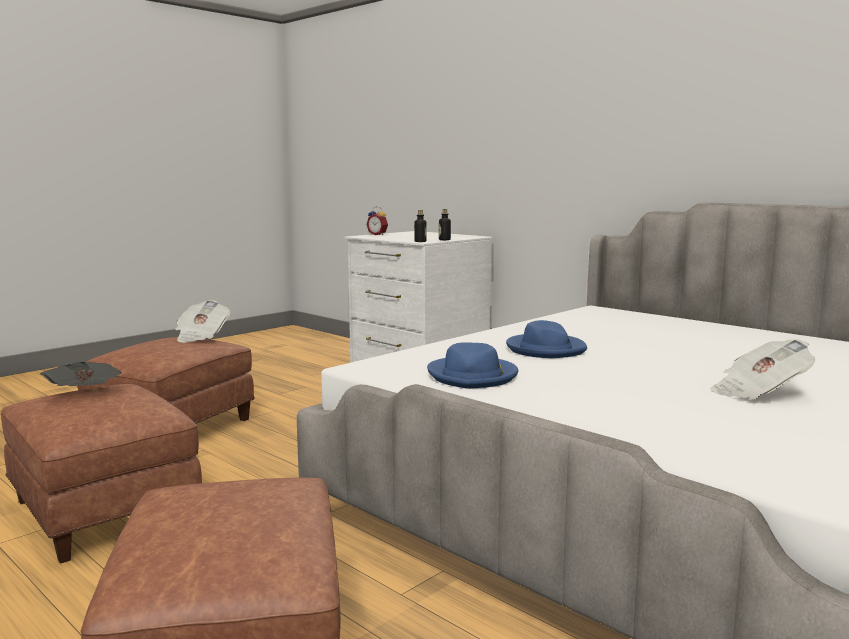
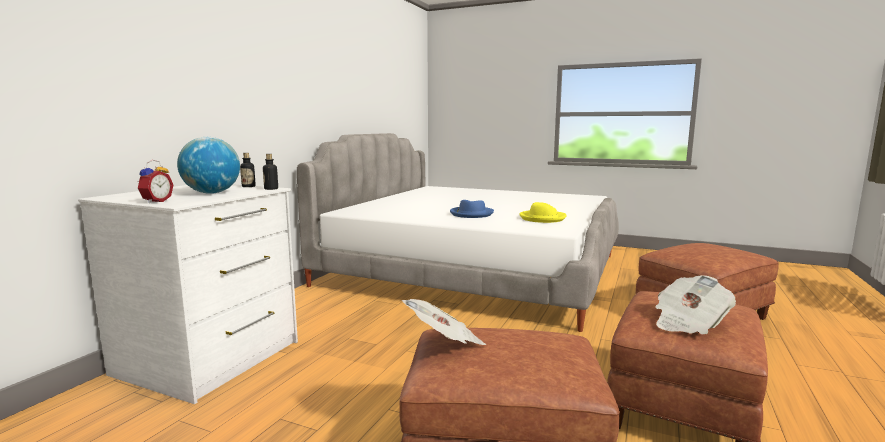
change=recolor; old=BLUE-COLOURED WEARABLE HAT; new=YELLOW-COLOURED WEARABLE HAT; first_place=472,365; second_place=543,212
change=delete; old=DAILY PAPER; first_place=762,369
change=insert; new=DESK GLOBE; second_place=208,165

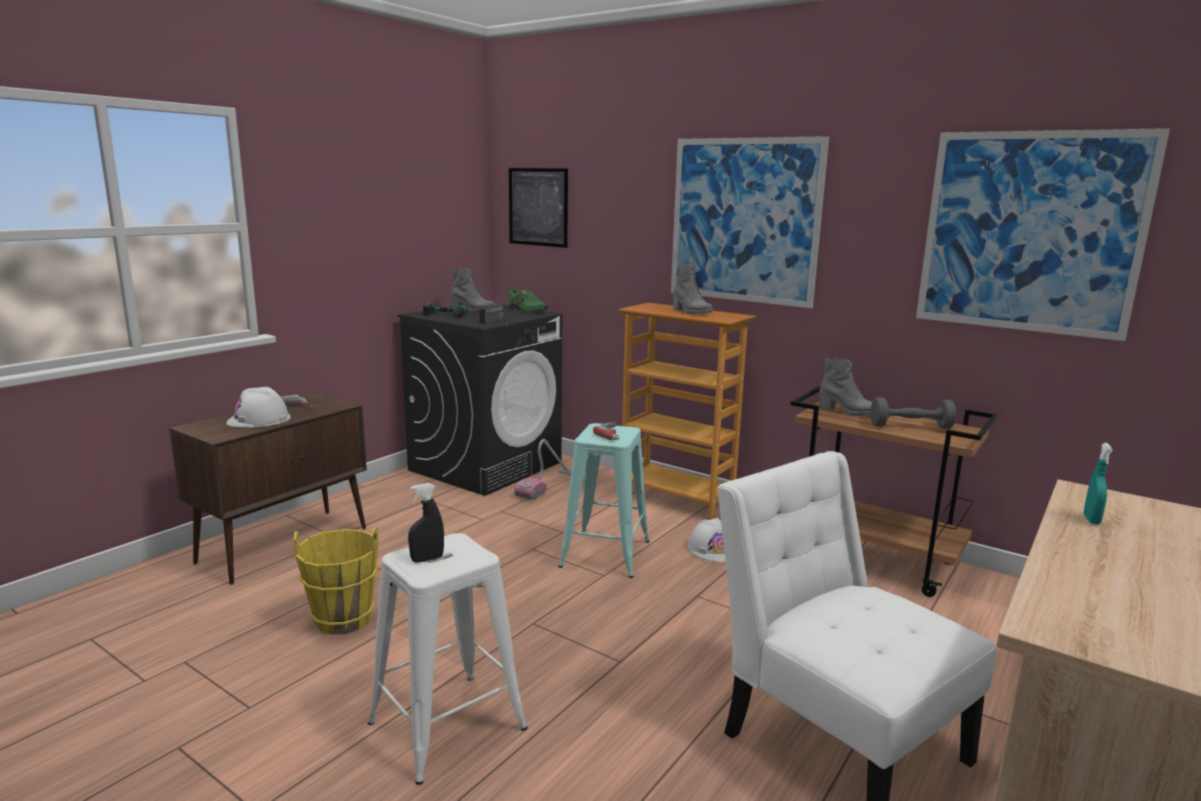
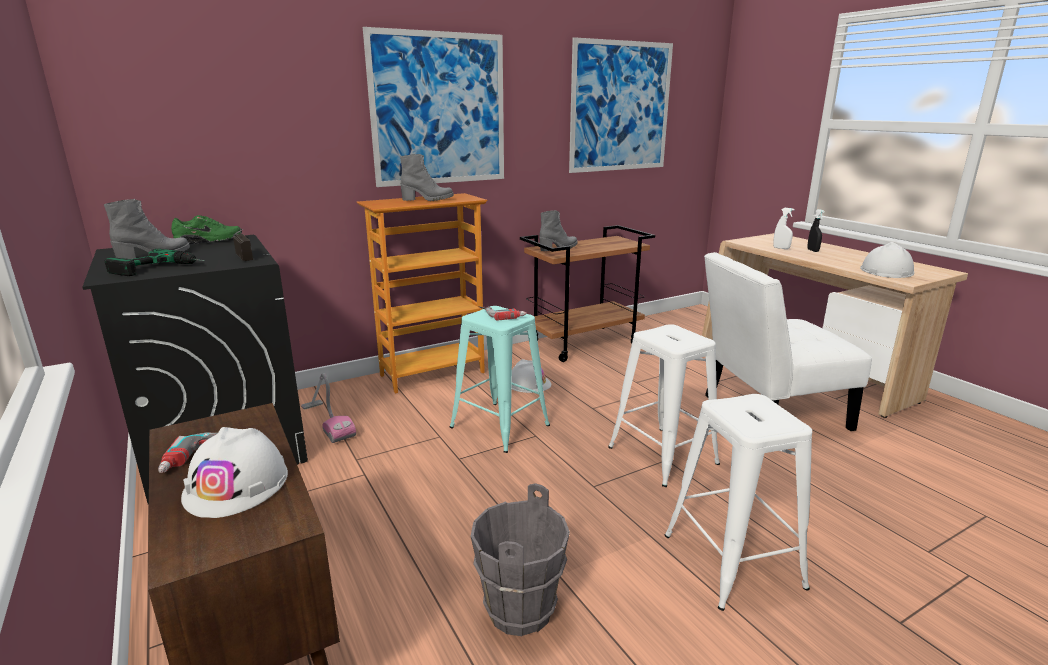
change=recolor; old=YELLOW-COLOURED PAIL; new=GREYISH PAIL; first_place=336,581; second_place=520,559
change=move; old=BLACK-COLOURED SPRAY BOTTLE; first_place=426,523; second_place=816,230
change=delete; old=WALL PICTURE; first_place=538,208
change=delete; old=GREYISH HAND WEIGHT; first_place=913,413
change=recolor; old=TURQUOISE-COLOURED SPRAY BOTTLE; new=WHITISH SPRAY BOTTLE; first_place=1098,484; second_place=784,228
change=insert; new=WHITISH STOOL; second_place=664,405
change=insert; new=WHITISH HARD HAT; second_place=887,260

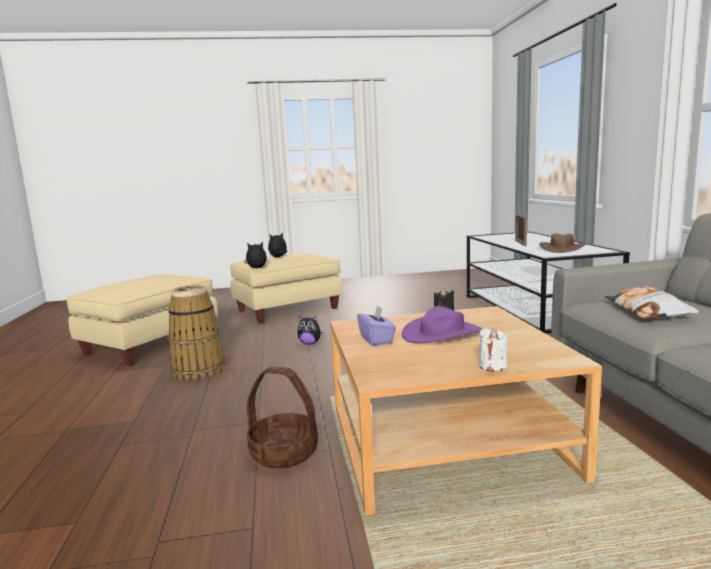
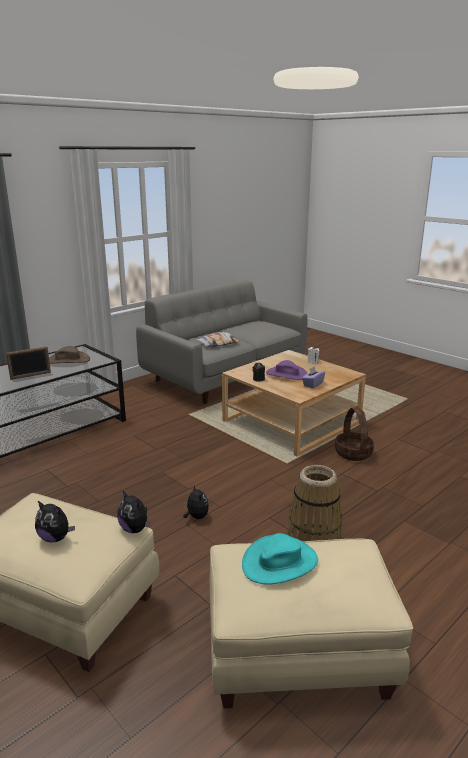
change=insert; new=TURQUOISE-COLOURED WEARABLE HAT; second_place=280,559

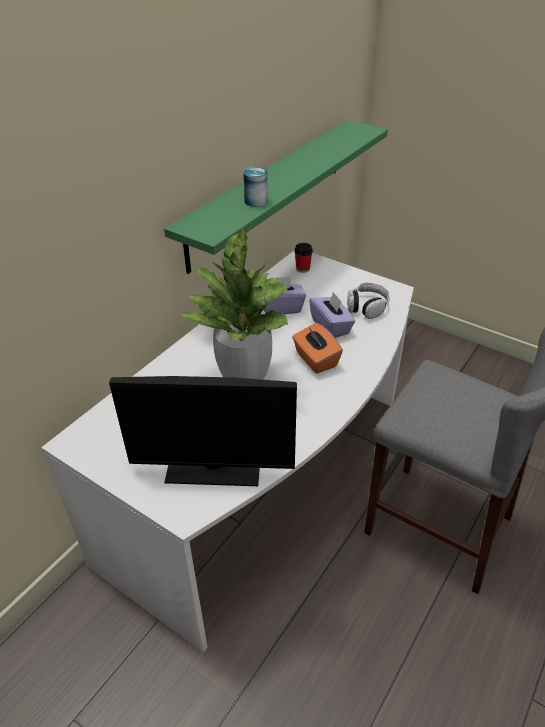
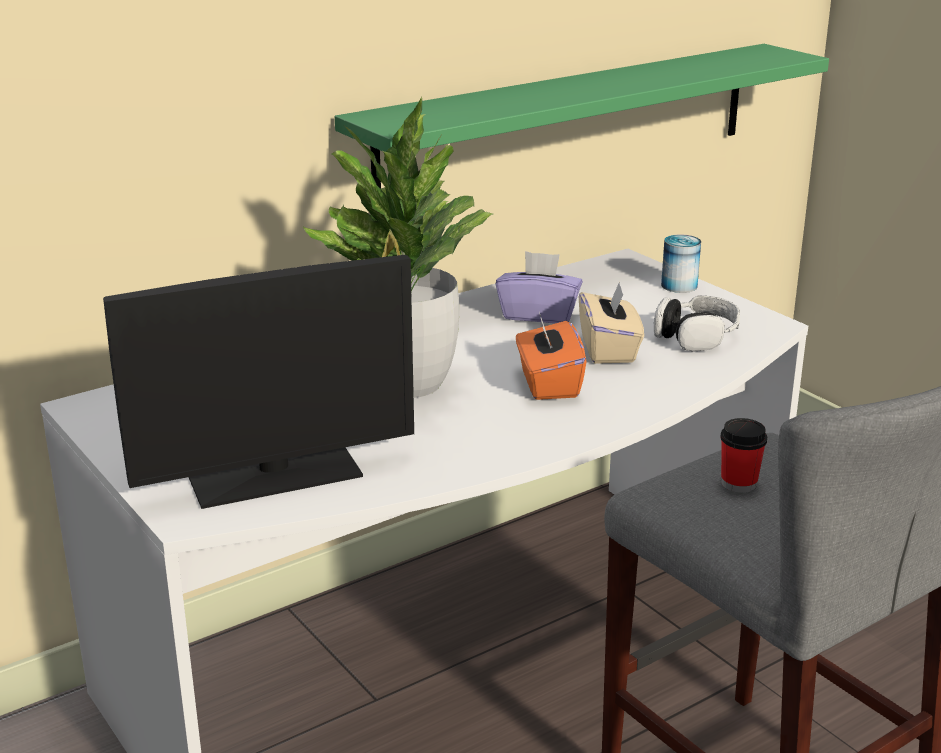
change=rotate; old=MONITOR; first_place=203,431; second_place=258,382; degrees=-45
change=move; old=SEALED CAN; first_place=255,187; second_place=681,264
change=move; old=SMALL CUP; first_place=303,258; second_place=743,455
change=recolor; old=PURPLE-COLOURED BOX OF TISSUES; new=BEIGE BOX OF TISSUES; first_place=332,314; second_place=611,322

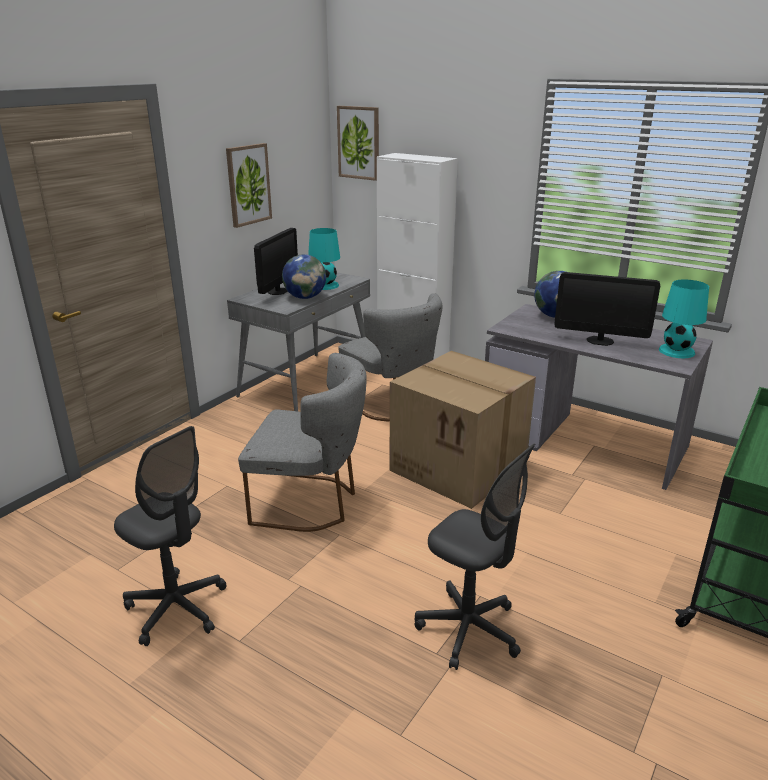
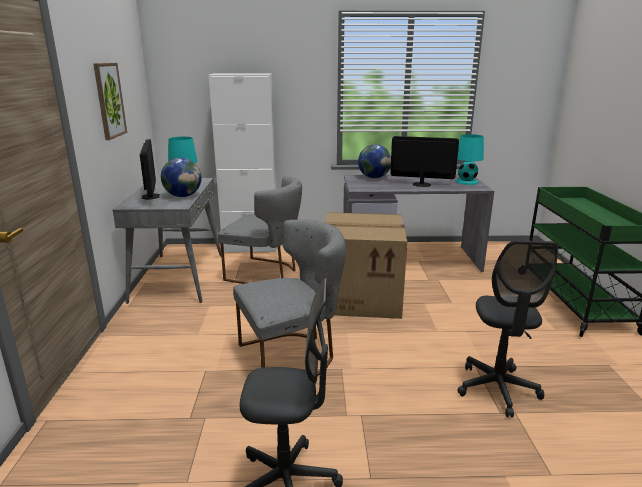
change=delete; old=WALL PICTURE; first_place=358,143
change=rotate; old=GREYISH DESK CHAIR; first_place=475,557; second_place=508,329; degrees=90
change=rotate; old=MONITOR; first_place=607,309; second_place=424,161; degrees=-150

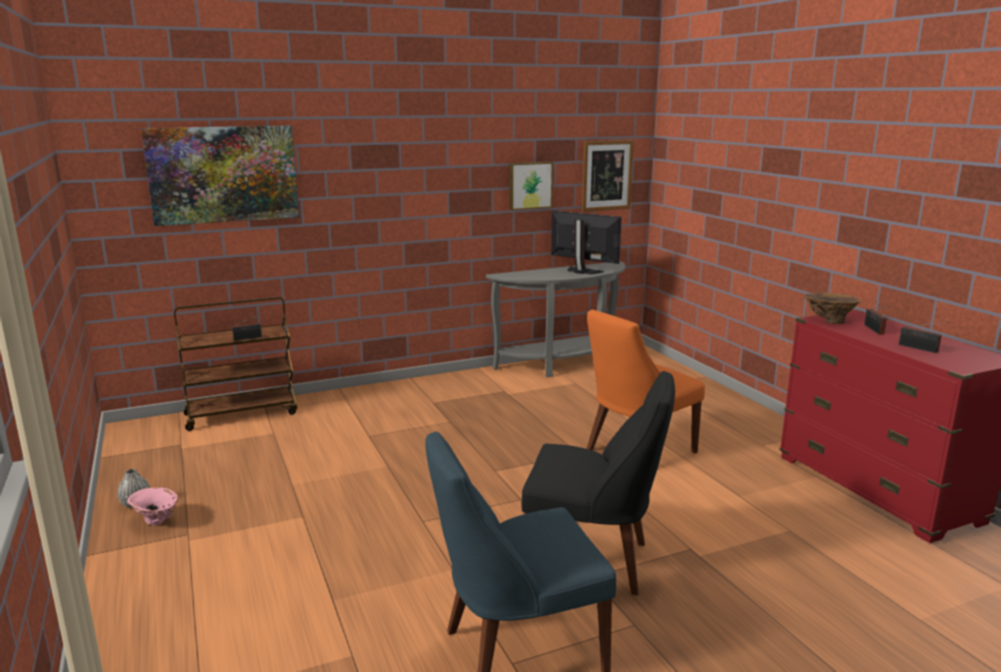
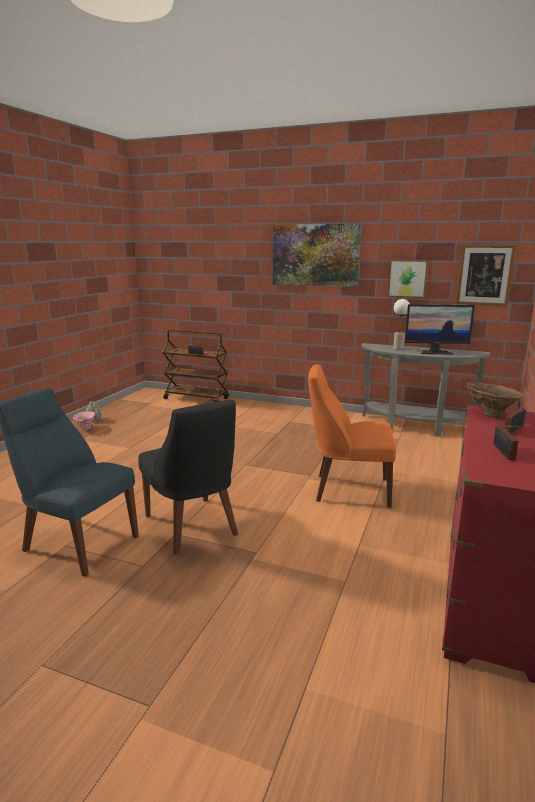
change=move; old=WALL PICTURE; first_place=220,176; second_place=317,255
change=rotate; old=MONITOR; first_place=586,242; second_place=440,329; degrees=105
change=insert; new=TABLETOP LAMP; second_place=401,324

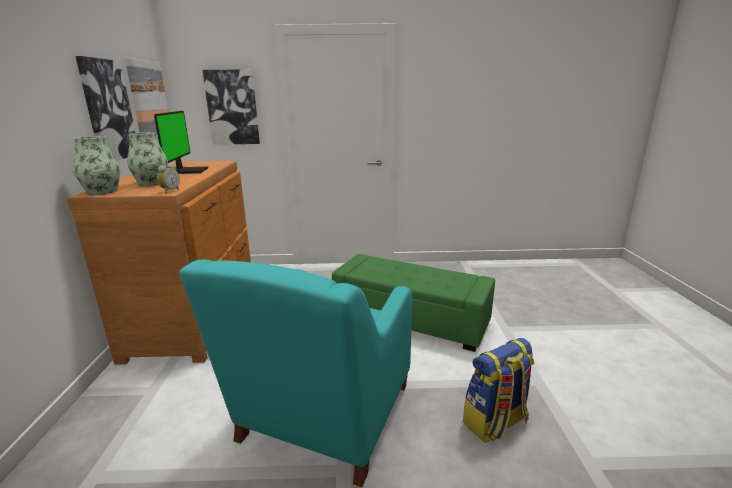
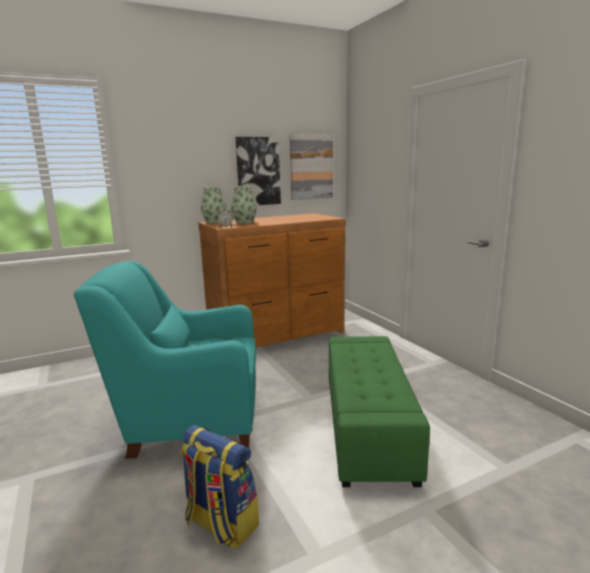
change=delete; old=MONITOR; first_place=181,142
change=delete; old=WALL PICTURE; first_place=231,107

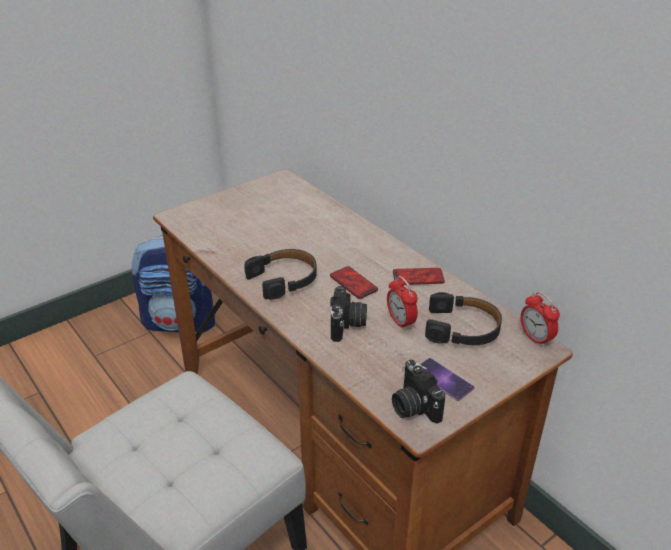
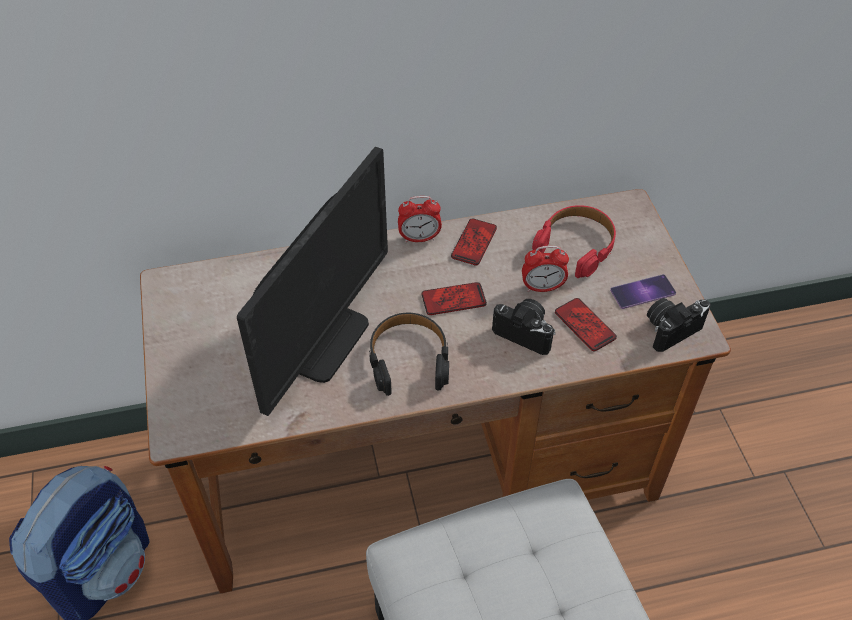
change=rotate; old=STILL CAMERA; first_place=418,391; second_place=679,325; degrees=150
change=recolor; old=BLACK-COLOURED HEADPHONES; new=RED-COLOURED HEADPHONES; first_place=463,318; second_place=574,241
change=move; old=BEDSIDE CLOCK; first_place=540,319; second_place=420,219
change=insert; new=MONITOR; second_place=312,281
change=insert; new=TELEPHONE; second_place=586,324

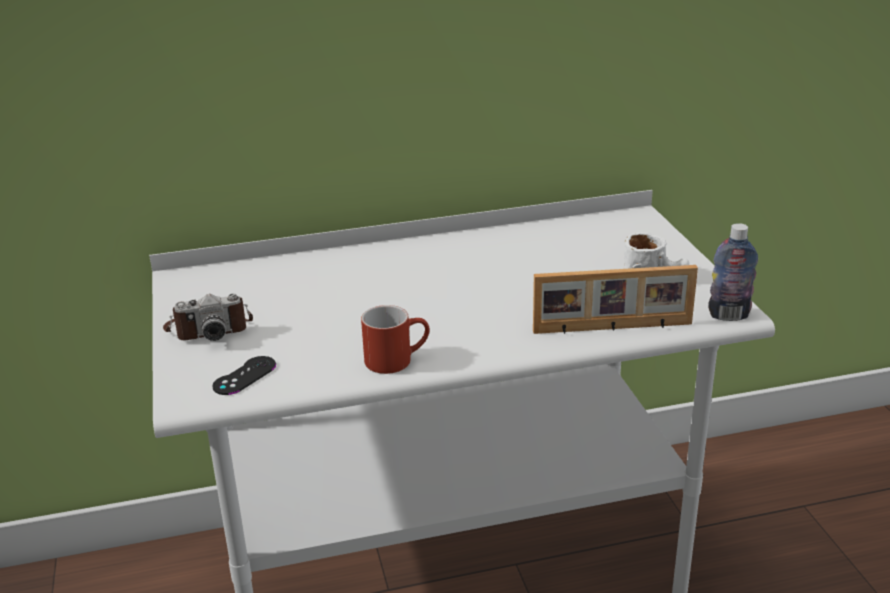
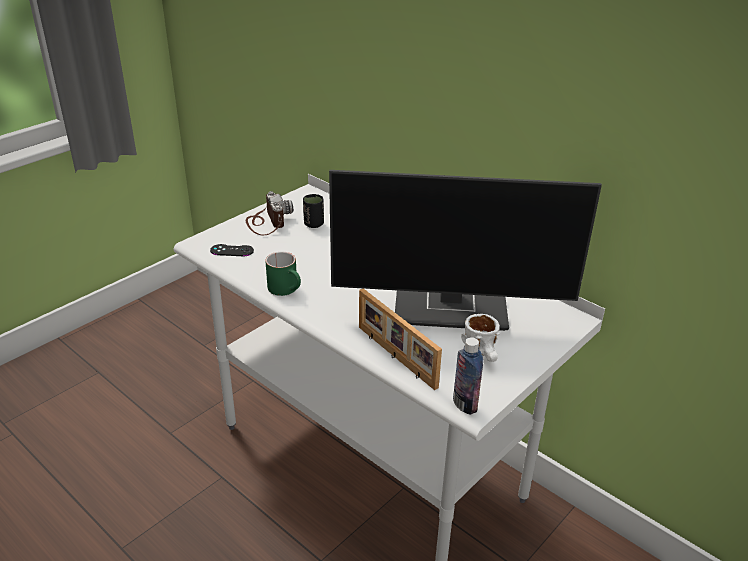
change=rotate; old=STILL CAMERA; first_place=208,317; second_place=269,213; degrees=-150
change=recolor; old=RED-COLOURED MUG; new=GREEN-COLOURED MUG; first_place=395,339; second_place=283,274
change=insert; new=BLACK-COLOURED SMALL CUP; second_place=313,211
change=insert; new=MONITOR; second_place=465,250

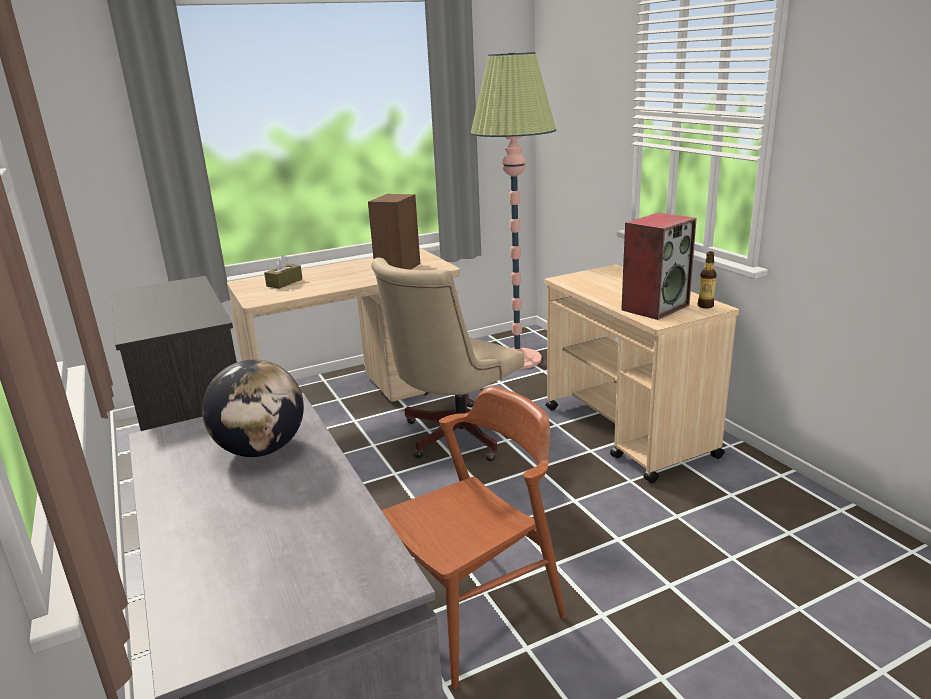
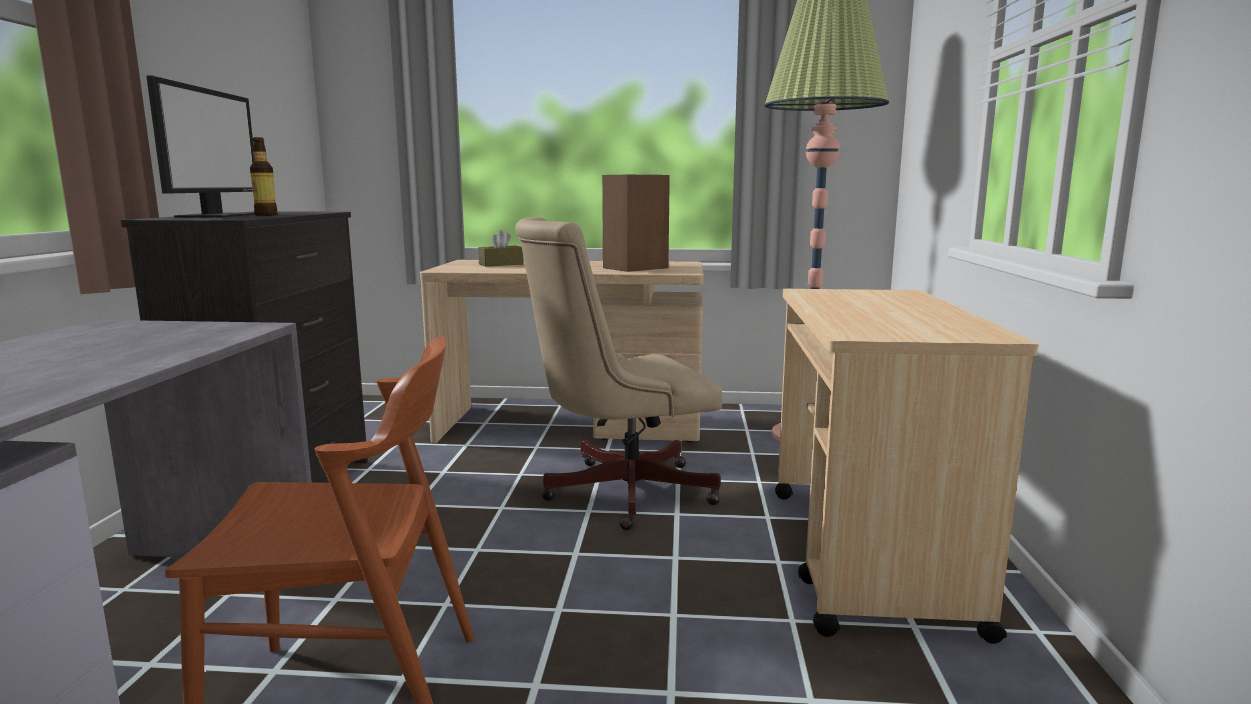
change=delete; old=DESK GLOBE; first_place=253,408
change=delete; old=AUDIO SPEAKER; first_place=659,266
change=move; old=BOTTLE; first_place=707,280; second_place=264,176
change=insert; new=MONITOR; second_place=200,146

